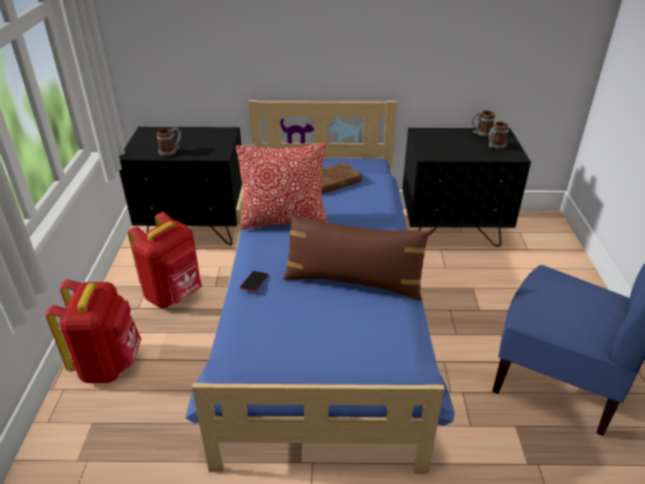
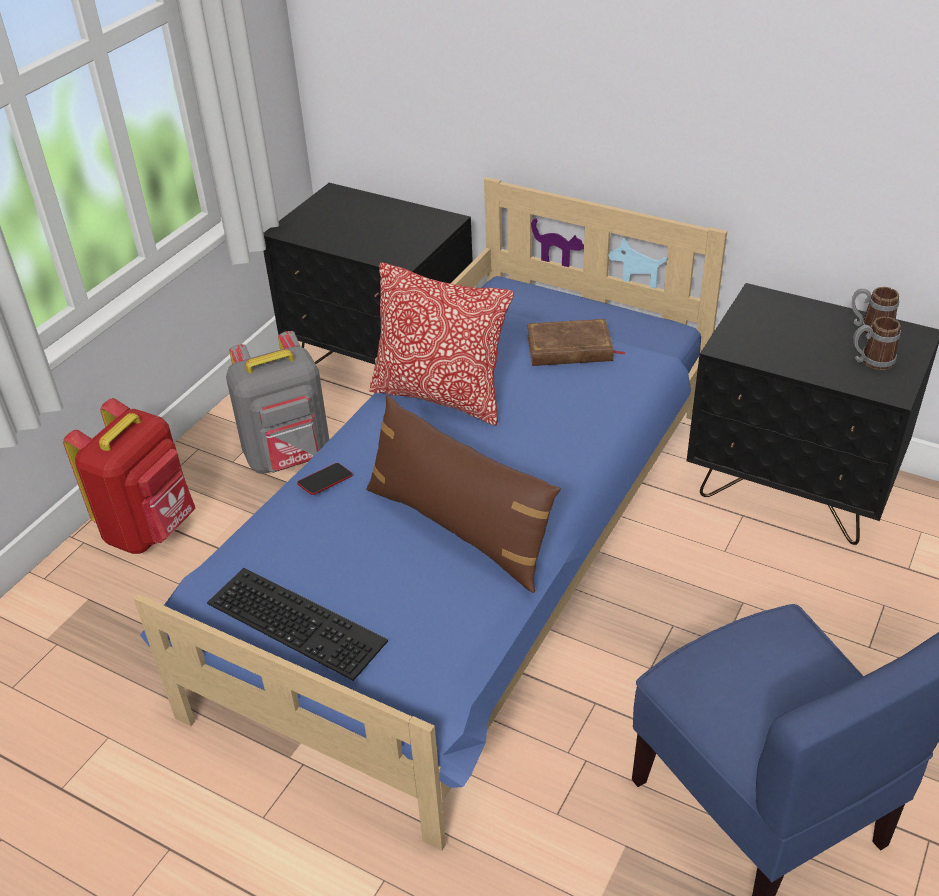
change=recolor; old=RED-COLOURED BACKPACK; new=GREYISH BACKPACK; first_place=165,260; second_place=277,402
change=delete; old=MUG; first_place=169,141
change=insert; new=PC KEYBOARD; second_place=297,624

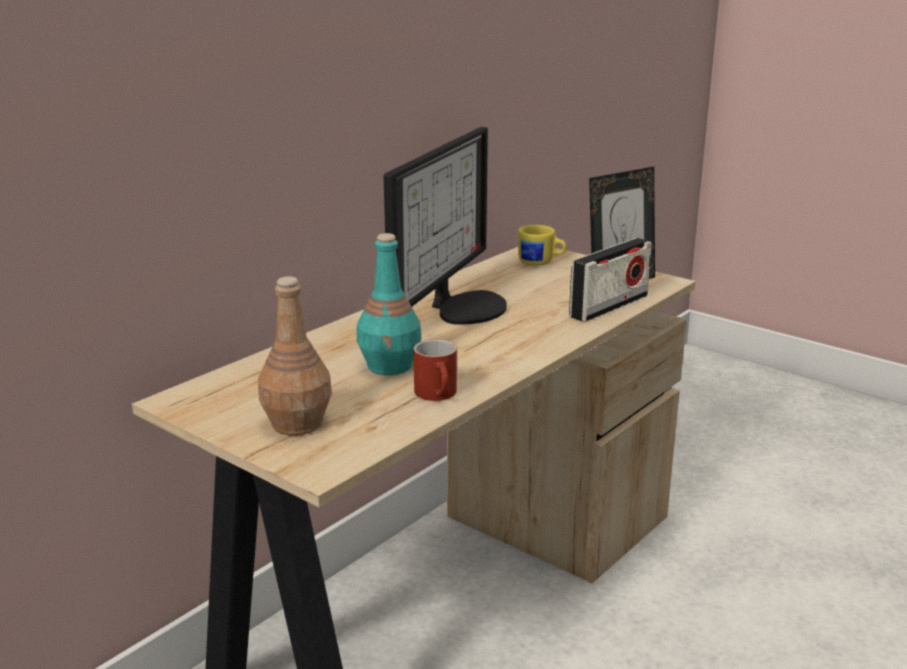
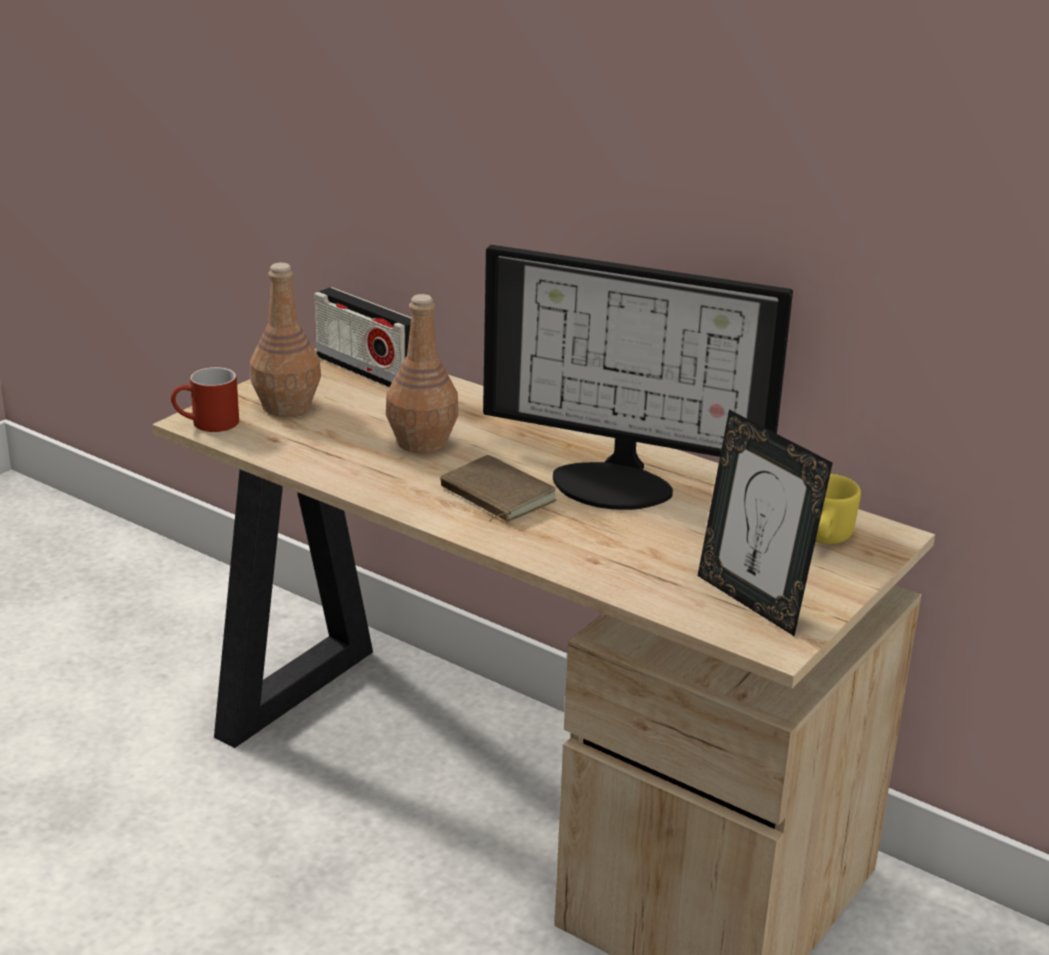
change=recolor; old=TURQUOISE-COLOURED BOTTLE; new=BROWN BOTTLE; first_place=389,304; second_place=422,373
change=move; old=RED-COLOURED MUG; first_place=435,370; second_place=205,399
change=move; old=RADIO; first_place=610,280; second_place=362,337
change=insert; new=BROWN BOUND BOOK; second_place=498,488

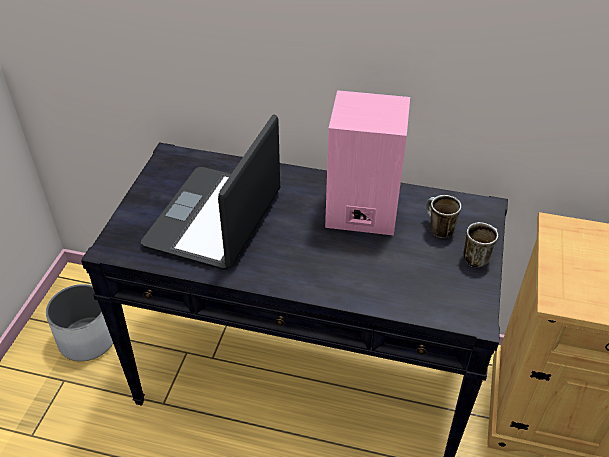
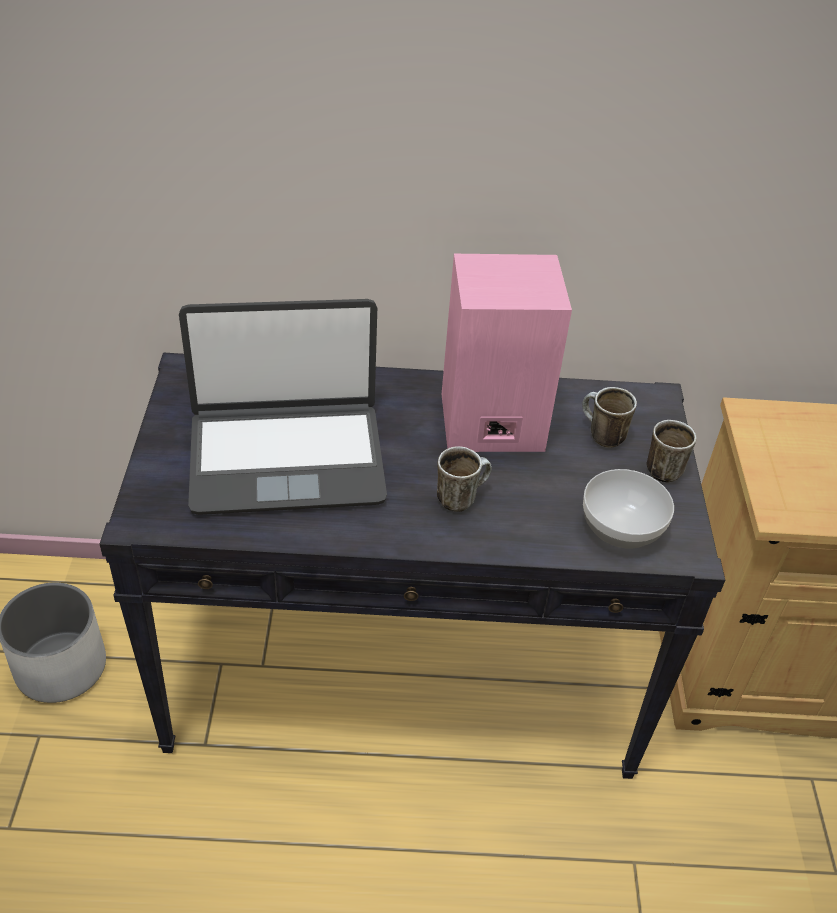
change=rotate; old=PORTABLE COMPUTER; first_place=211,192; second_place=283,407; degrees=-105
change=insert; new=MUG; second_place=464,479
change=insert; new=SERVING BOWL; second_place=628,509

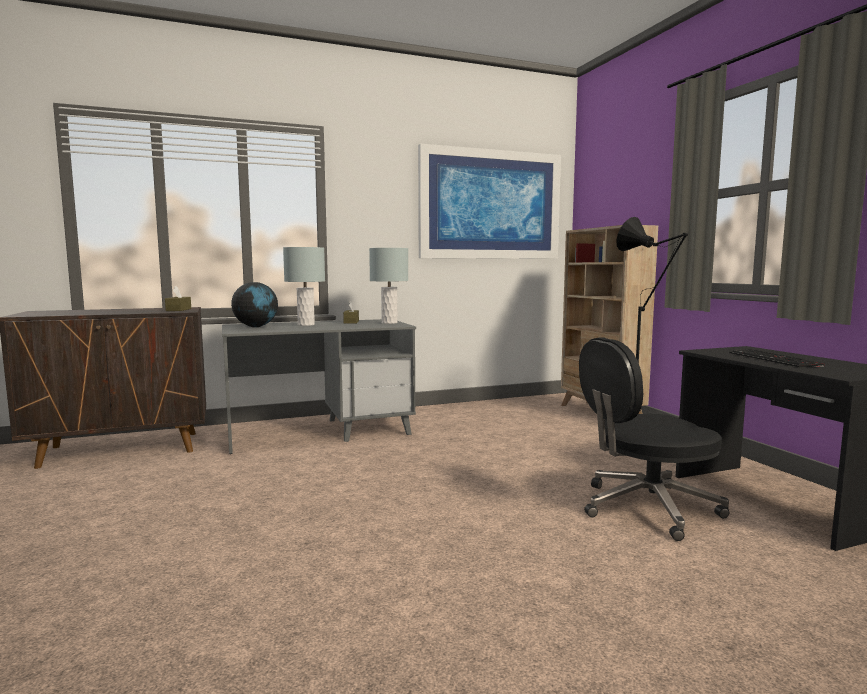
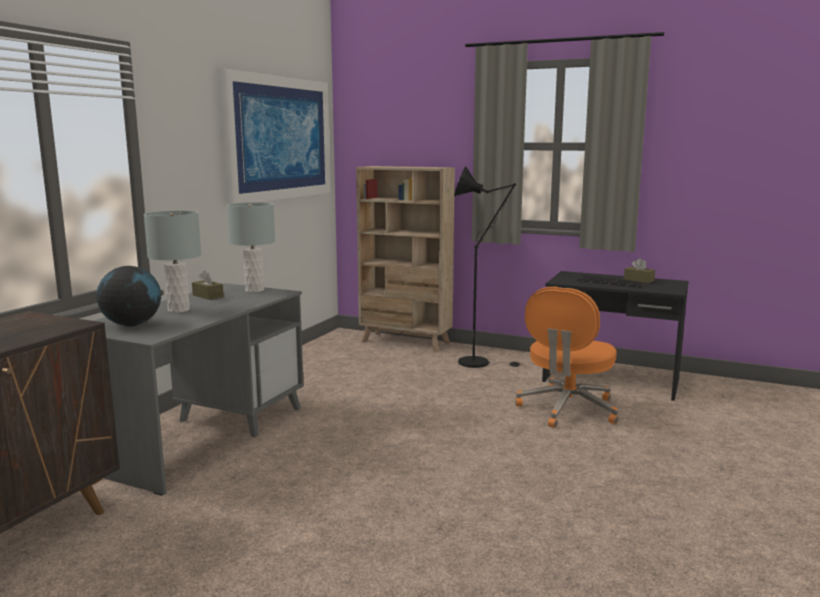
change=move; old=BROWN BOX OF TISSUES; first_place=178,298; second_place=639,270
change=recolor; old=BLACK-COLOURED DESK CHAIR; new=ORANGE-COLOURED DESK CHAIR; first_place=654,439; second_place=567,357

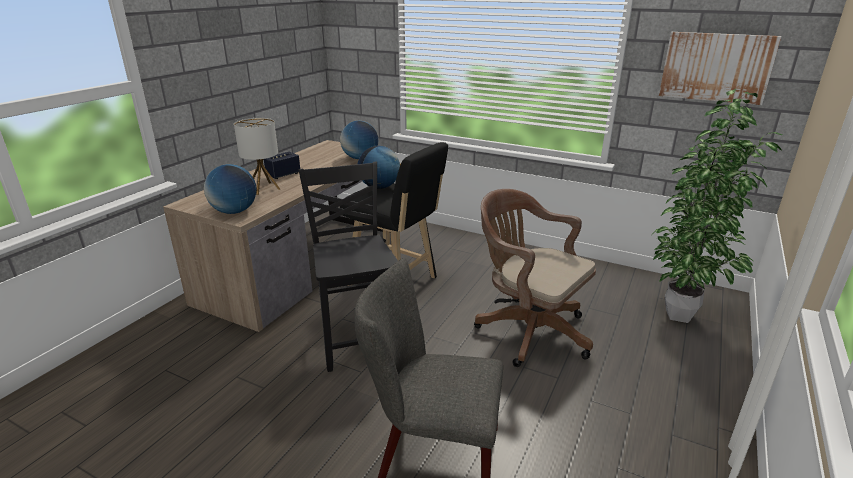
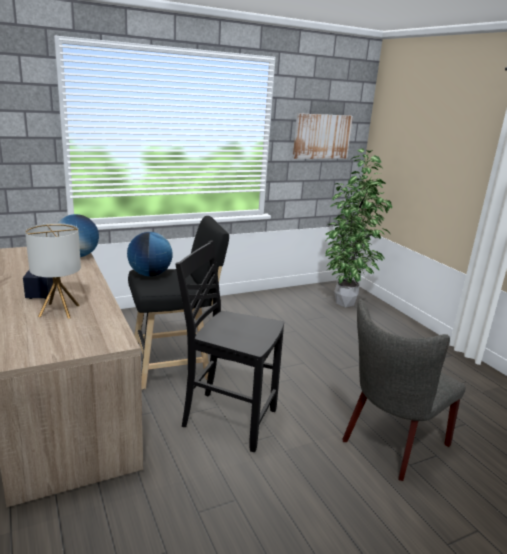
change=delete; old=DESK GLOBE; first_place=230,189
change=delete; old=BROWN DESK CHAIR; first_place=535,278

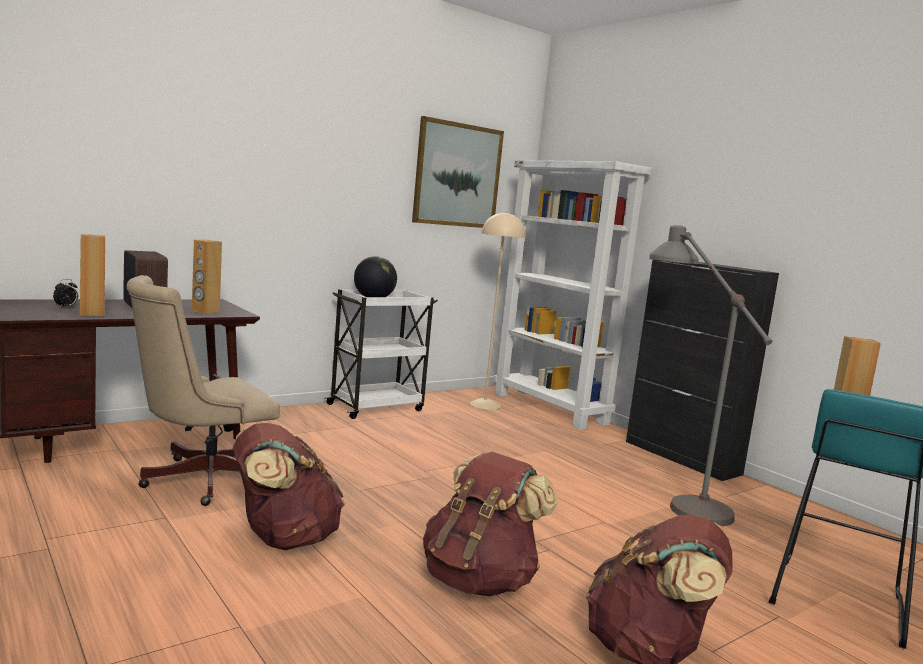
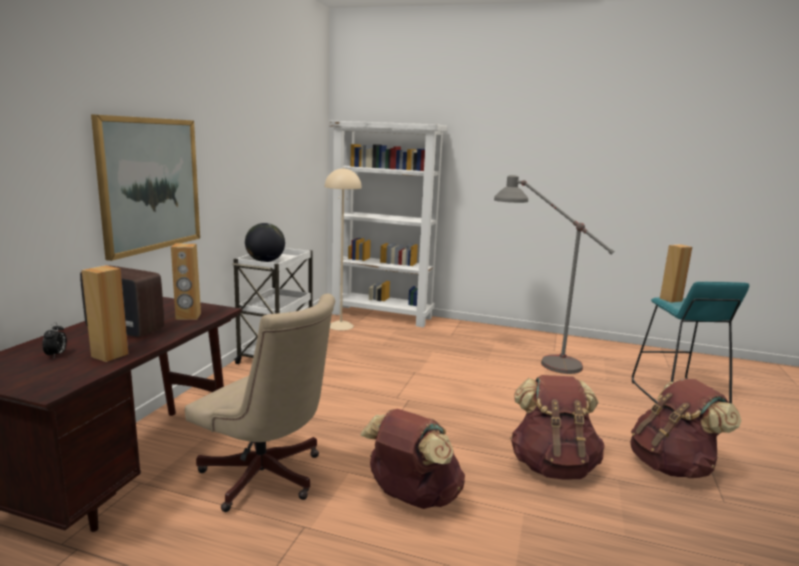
change=rotate; old=BEIGE DESK CHAIR; first_place=203,390; second_place=260,403; degrees=-75
change=move; old=WALL PICTURE; first_place=458,172; second_place=145,187
change=delete; old=BLACK-COLOURED CABINET; first_place=702,370

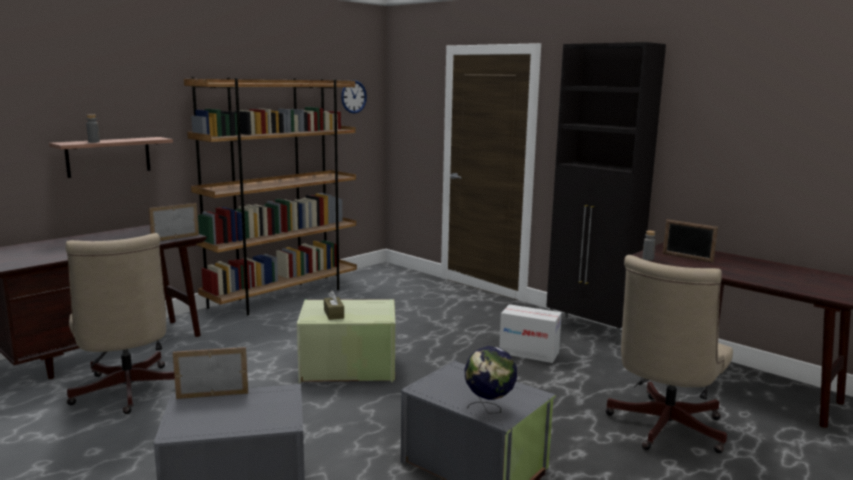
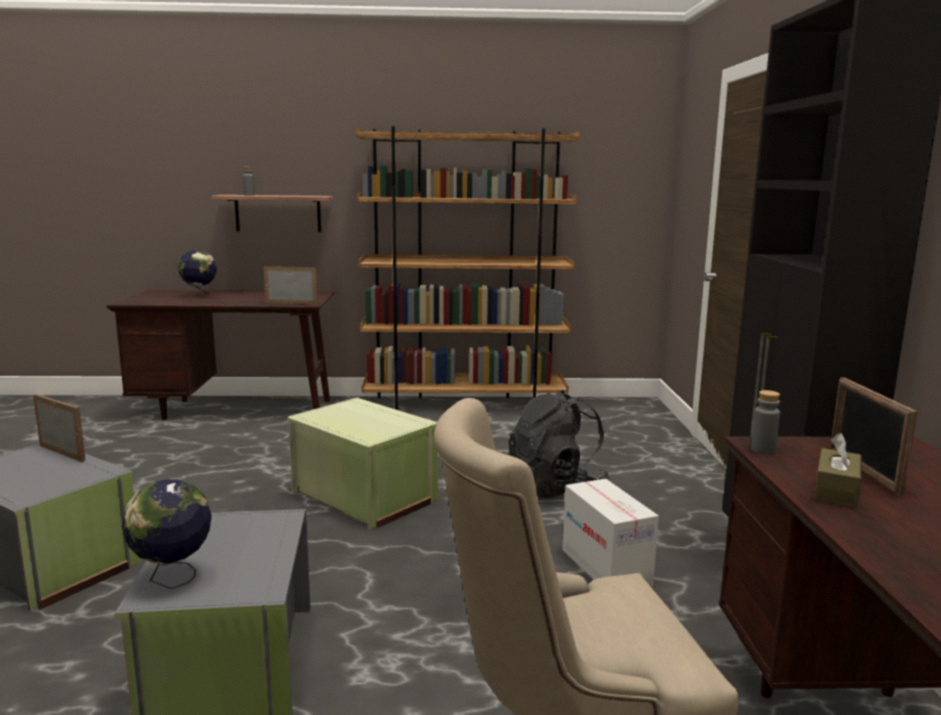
change=delete; old=BEIGE DESK CHAIR; first_place=120,323
change=move; old=BROWN BOX OF TISSUES; first_place=334,305; second_place=838,470
change=delete; old=CLOCK ON THE WALL; first_place=354,97
change=insert; new=DESK GLOBE; second_place=197,274
change=insert; new=BLACK-COLOURED BACKPACK; second_place=559,444

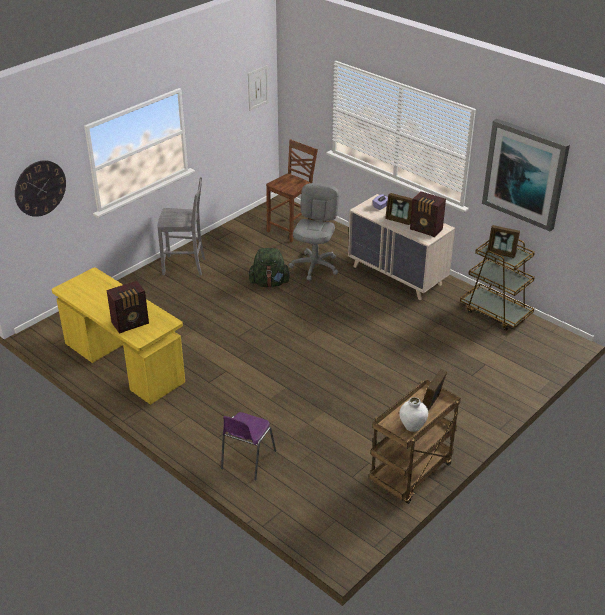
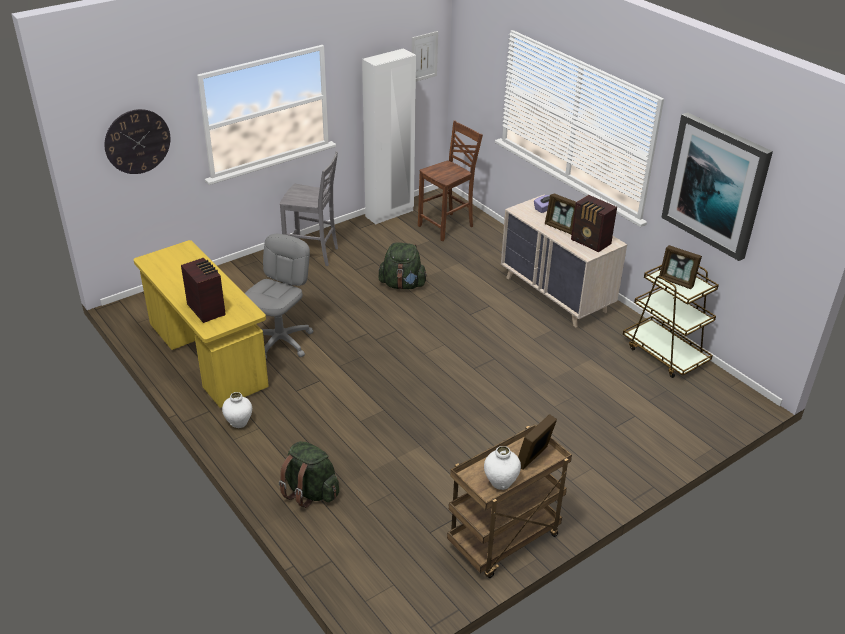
change=rotate; old=RADIO; first_place=128,307; second_place=203,290; degrees=-105
change=replace; old=PURPLE-COLOURED PLAIN CHAIR; new=GREEN-COLOURED BACKPACK; first_place=248,446; second_place=309,474
change=move; old=GREYISH DESK CHAIR; first_place=314,231; second_place=279,296
change=insert; new=WHITISH VASE; second_place=237,410
change=insert; new=WHITISH ARMOIRE; second_place=389,136

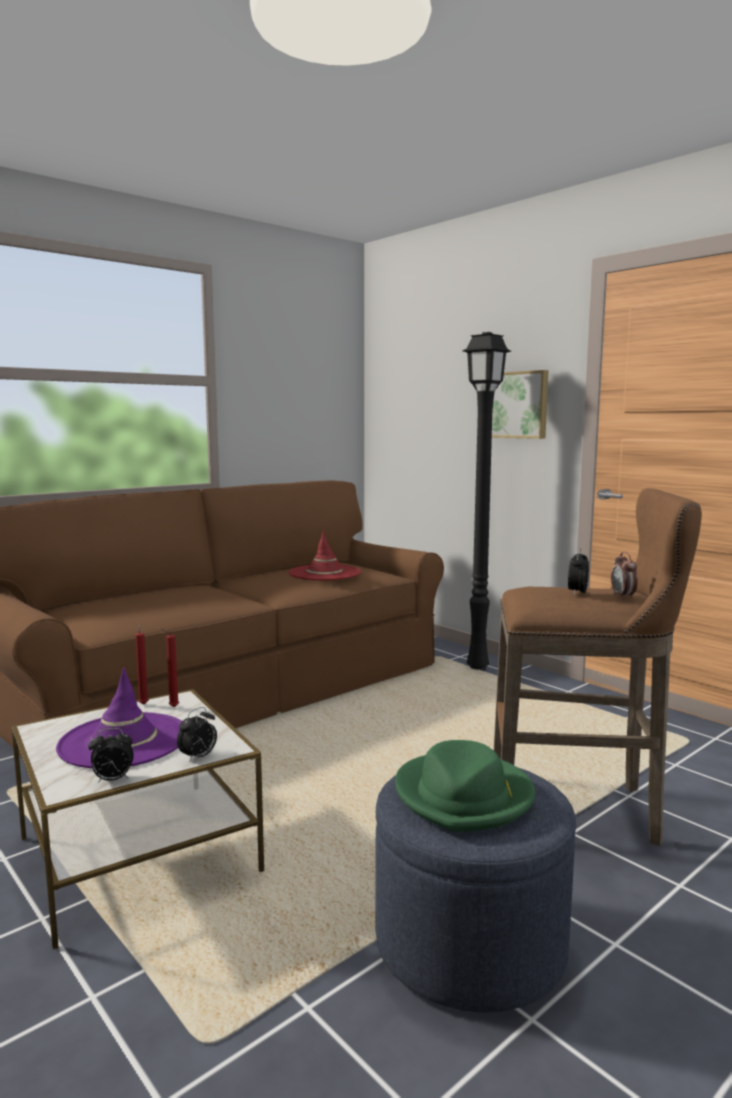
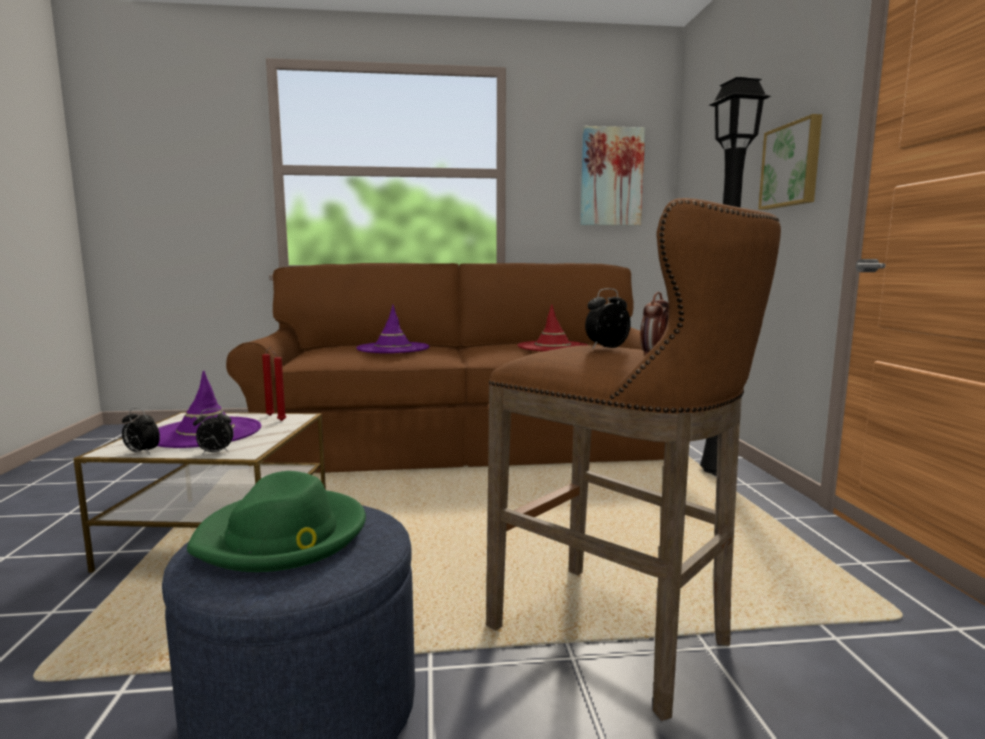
change=insert; new=PURPLE-COLOURED WEARABLE HAT; second_place=392,329
change=insert; new=WALL PICTURE; second_place=612,176

